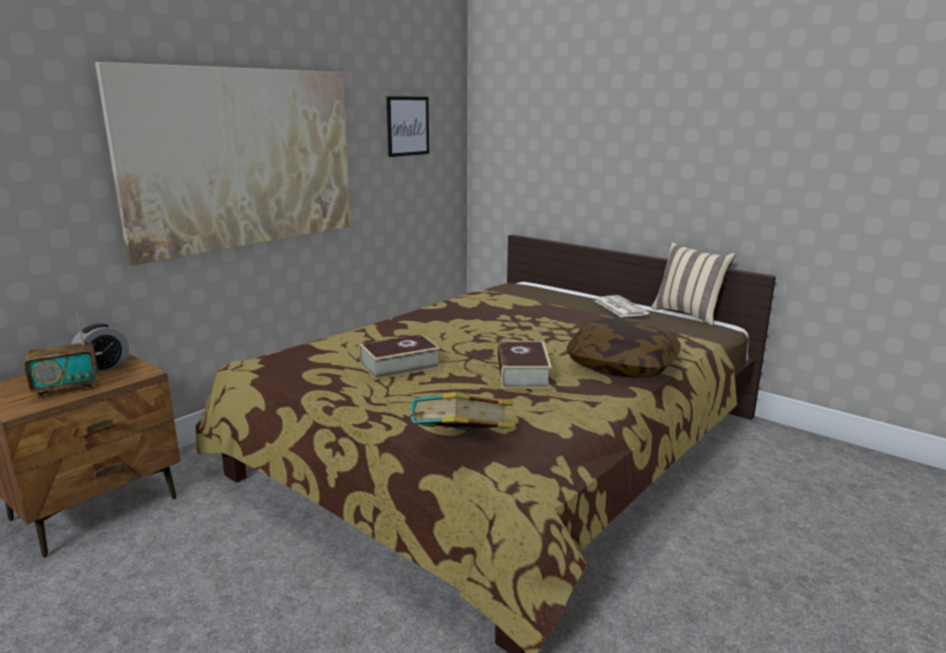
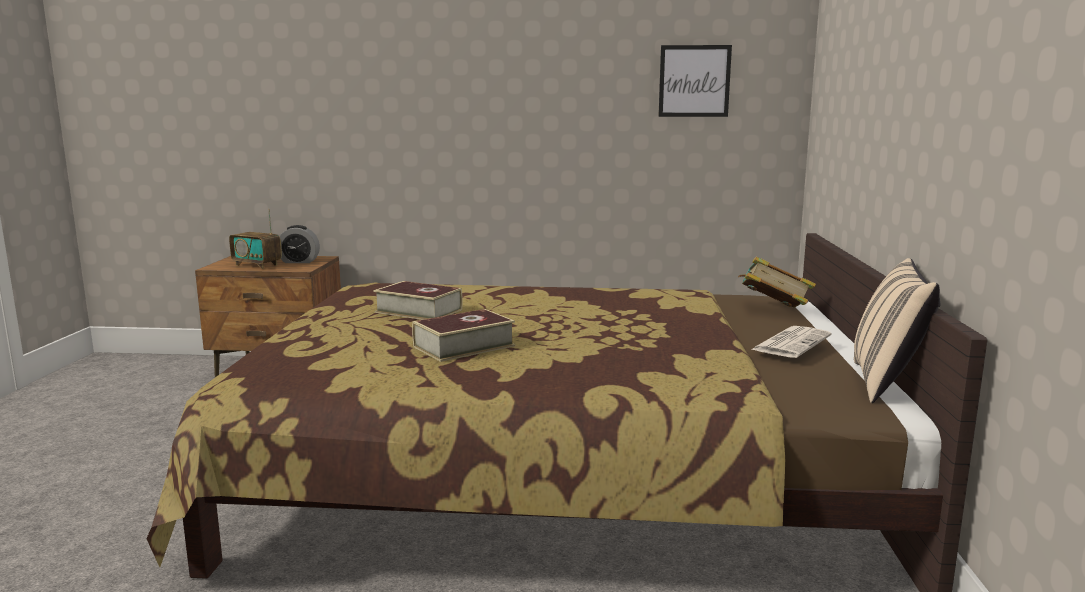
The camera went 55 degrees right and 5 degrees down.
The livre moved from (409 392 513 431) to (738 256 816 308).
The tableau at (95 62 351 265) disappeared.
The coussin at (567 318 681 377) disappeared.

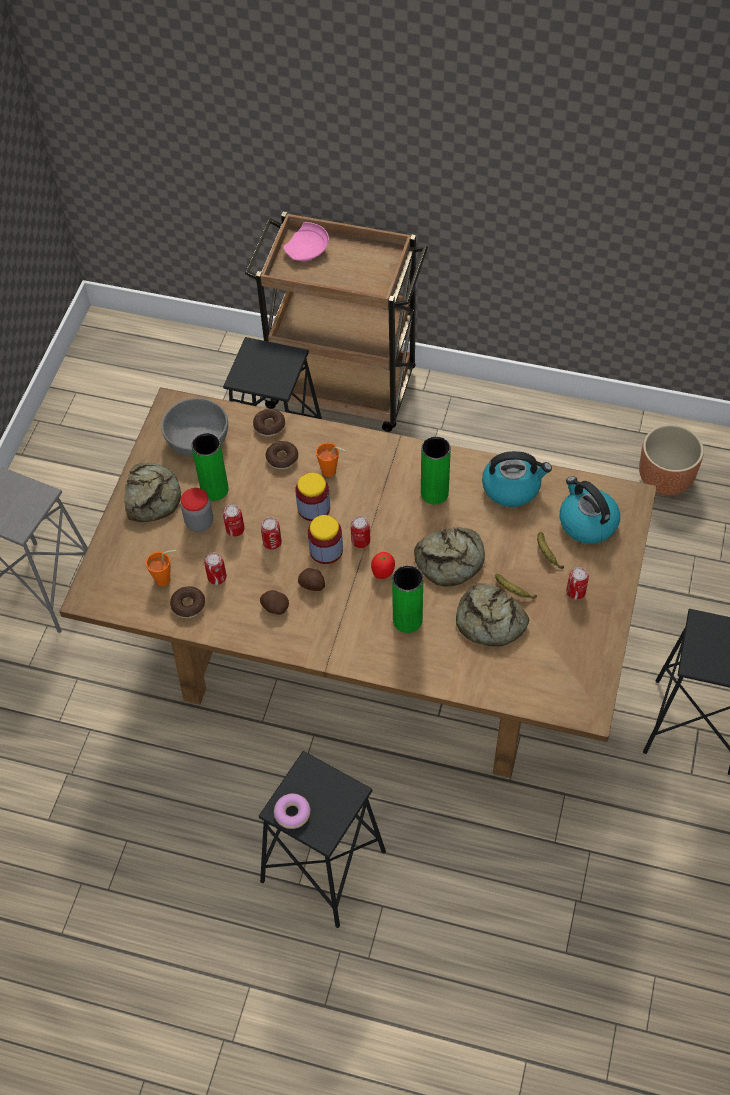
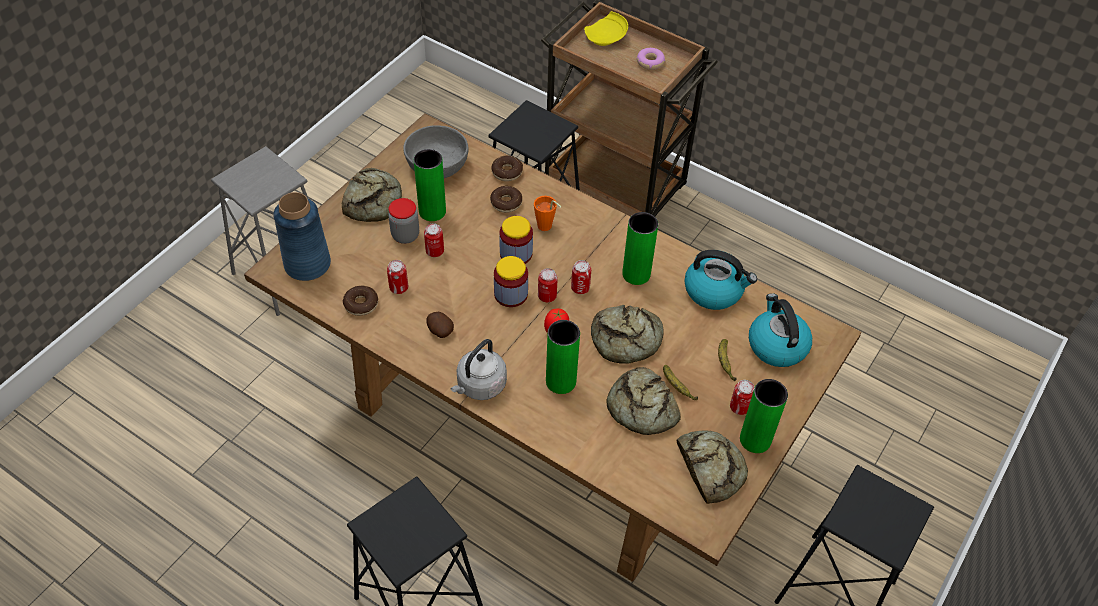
The camera went 15 degrees right and 5 degrees down.
The vase [bleu] at (273 192 331 281) appeared.
The bouilloire [gris] at (451 339 507 400) appeared.
The boîte métallique moved from (261 517 282 550) to (571 260 591 294).
The assiette [rose] at (283 222 329 261) became the assiette [jaune] at (584 11 628 46).
The beignet moved from (274 793 311 829) to (636 48 665 70).
The pain at (676 430 748 504) appeared.
The vase [vert] at (740 379 788 453) appeared.
The tasse [orange] at (146 550 176 586) disappeared.
The pomme de terre at (298 568 325 591) disappeared.
The cache-pot [marron] at (639 424 704 495) disappeared.

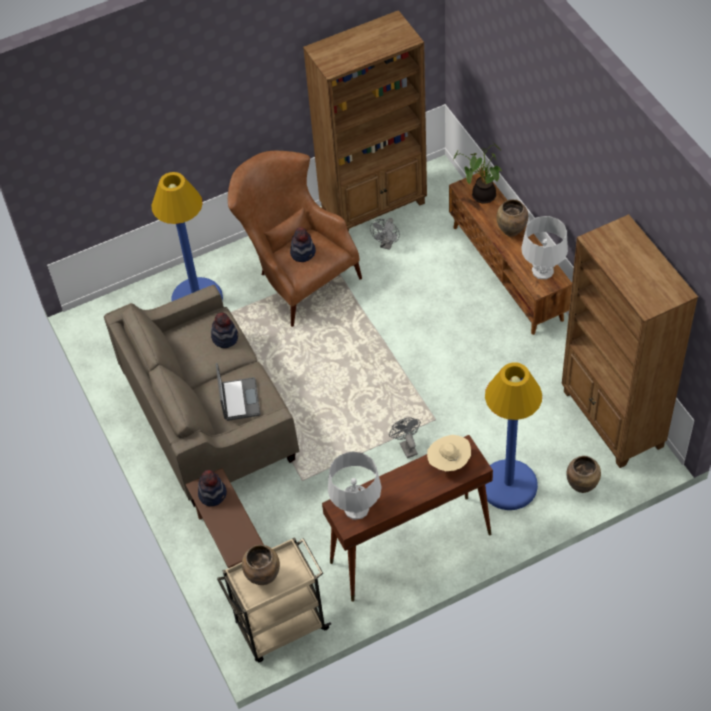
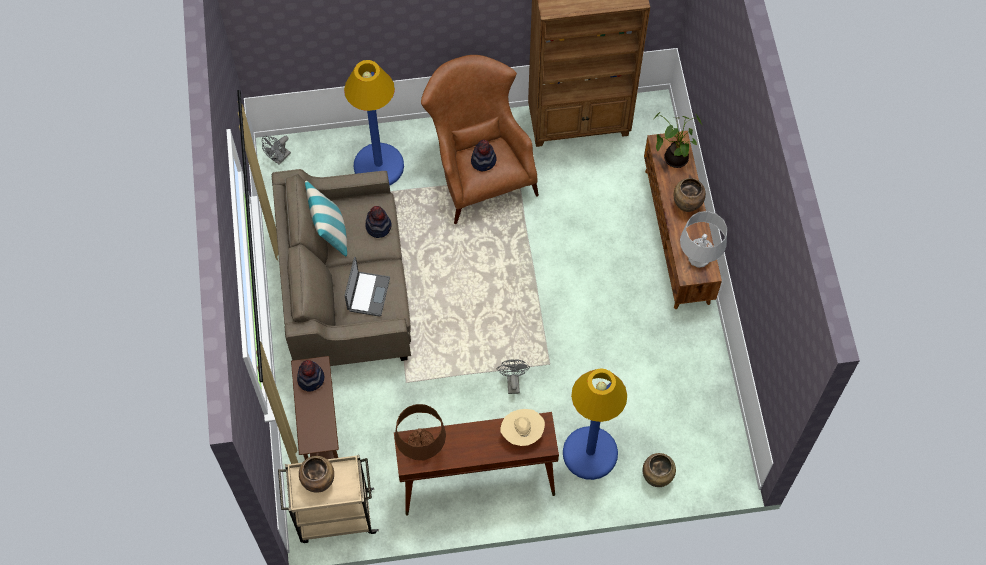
The camera went 15 degrees right and 10 degrees up.
The ventilateur [gris] moved from (370 218 400 250) to (262 136 291 165).
The coussin at (305 181 347 256) appeared.
The lampe de table [gris] at (328 451 382 520) became the lampe de table [marron] at (395 404 446 461).
The bibliothèque [marron] at (562 214 698 468) disappeared.

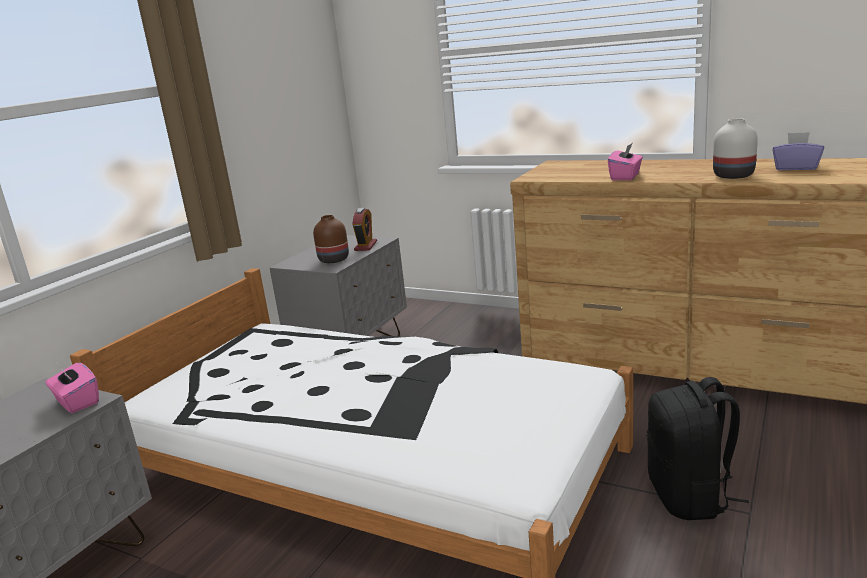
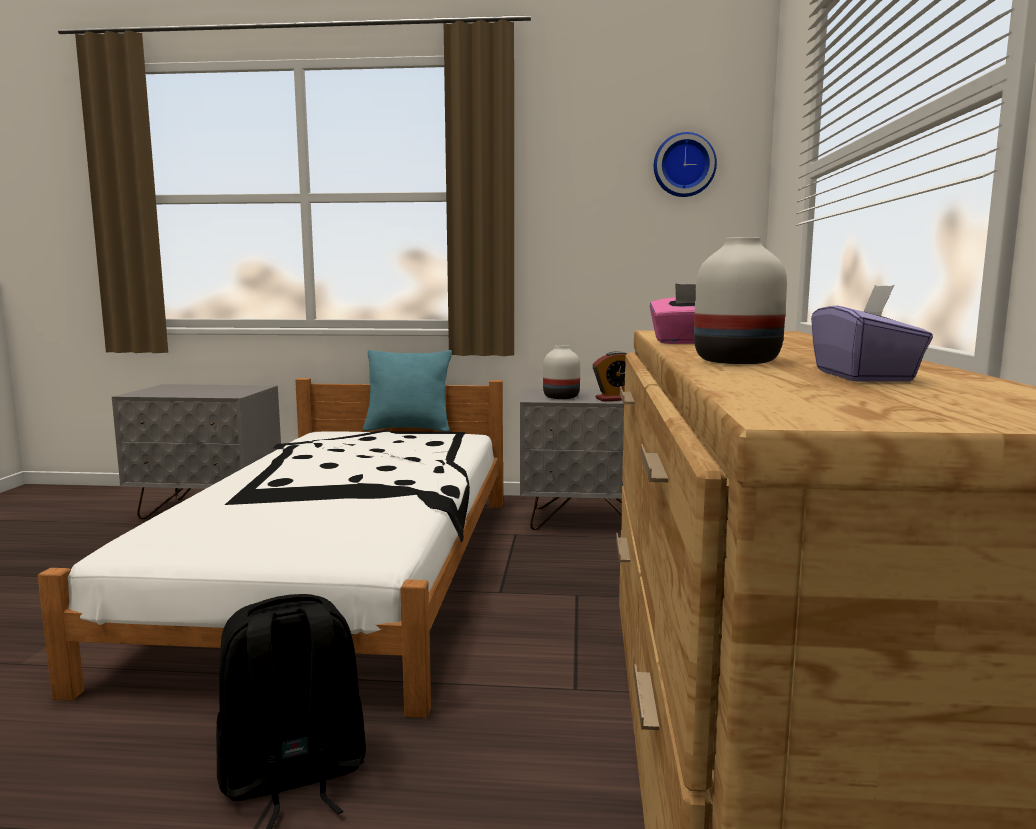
The camera went 65 degrees right and 10 degrees down.
The coussin [turquoise] at (363 350 452 432) appeared.
The vase [marron] at (313 215 349 263) became the vase [blanc] at (543 345 580 399).
The horloge murale at (654 132 717 197) appeared.
The boîte à mouchoirs [rose] at (46 362 99 413) disappeared.

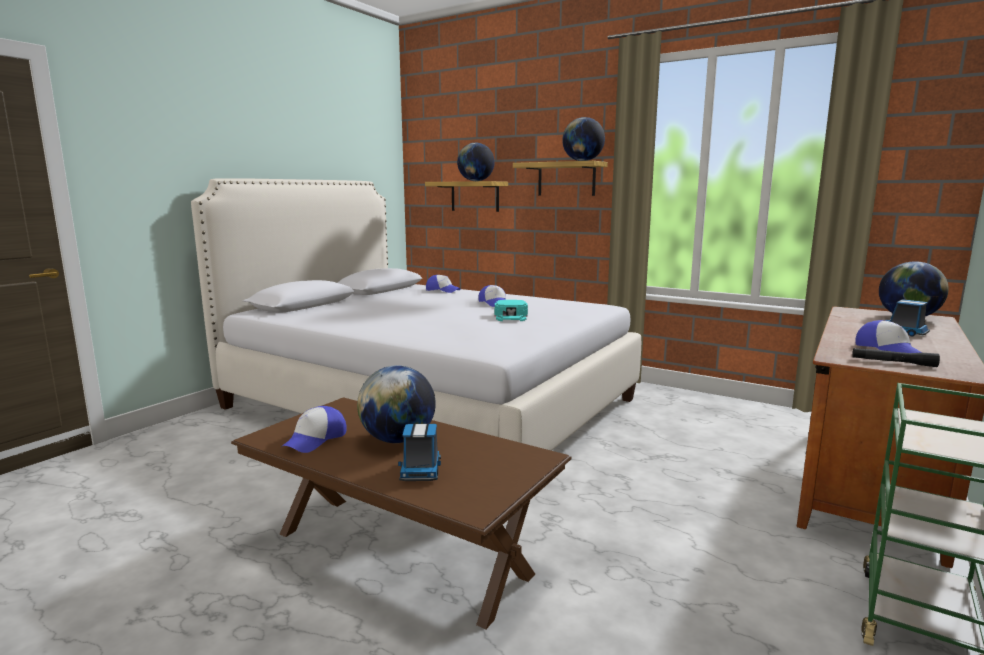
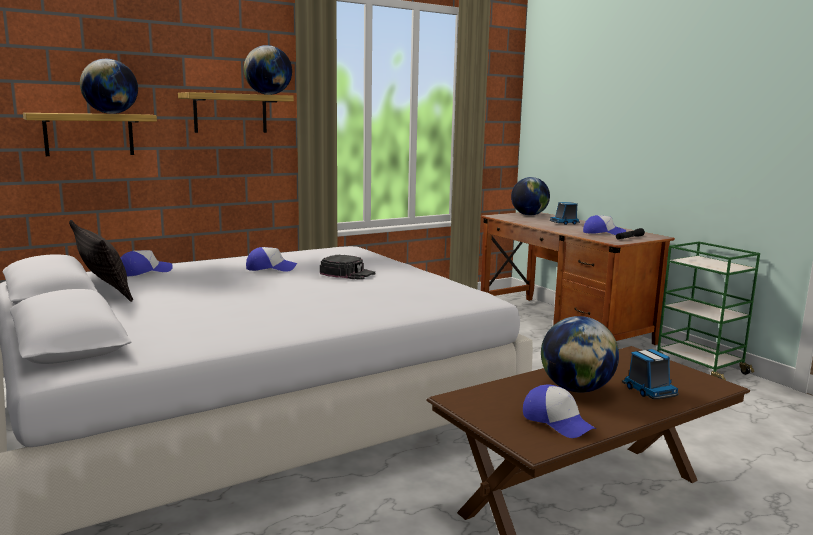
The camera went 65 degrees left and 0 degrees up.
The coussin at (69 220 133 302) appeared.
The casquette [turquoise] at (495 300 528 321) became the casquette [noir] at (320 255 376 280).
The camion jouet at (398 424 441 481) turned 45 degrees clockwise.

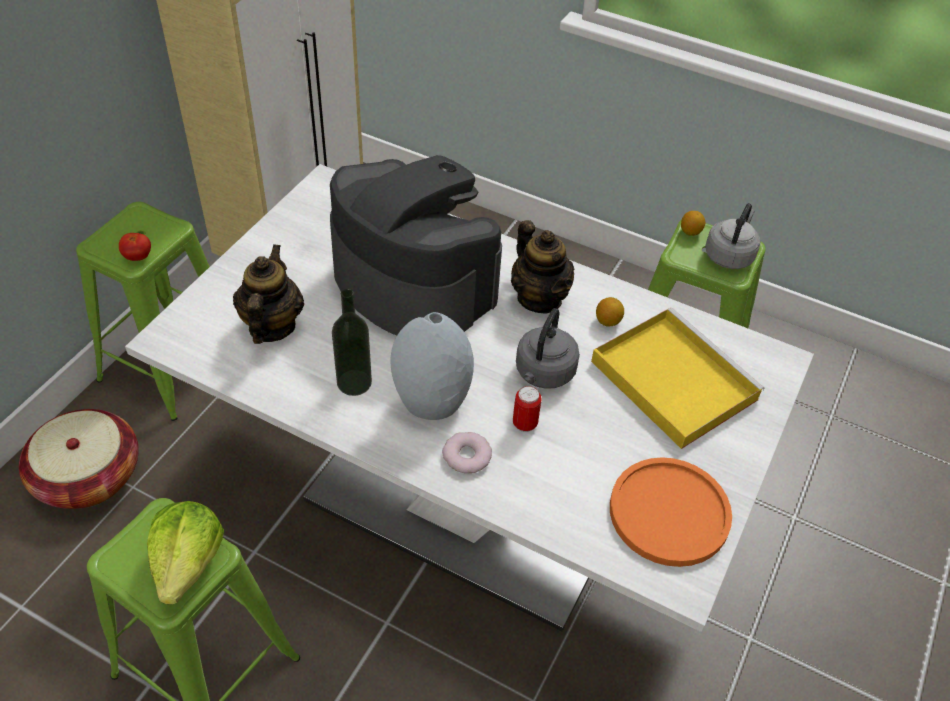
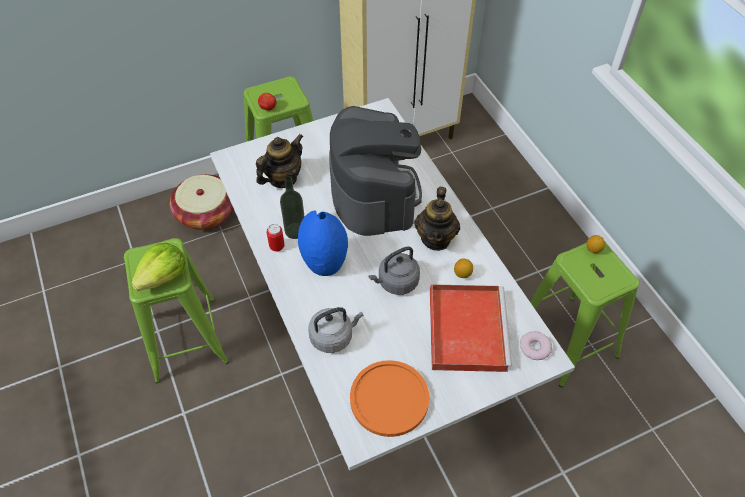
The camera went 40 degrees right and 5 degrees up.
The boîte métallique moved from (513 386 541 432) to (267 224 285 252).
The vase [gris] at (391 312 474 420) became the vase [bleu] at (298 211 348 276).
The bouilloire [gris] moved from (705 203 760 269) to (308 307 364 353).
The plateau [jaune] at (591 308 764 449) became the plateau [rouge] at (430 284 512 372).
The beignet moved from (442 432 492 473) to (520 331 552 360).

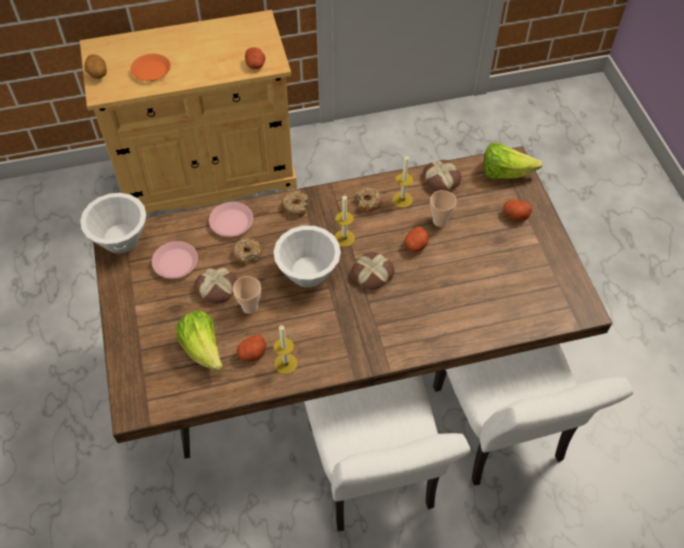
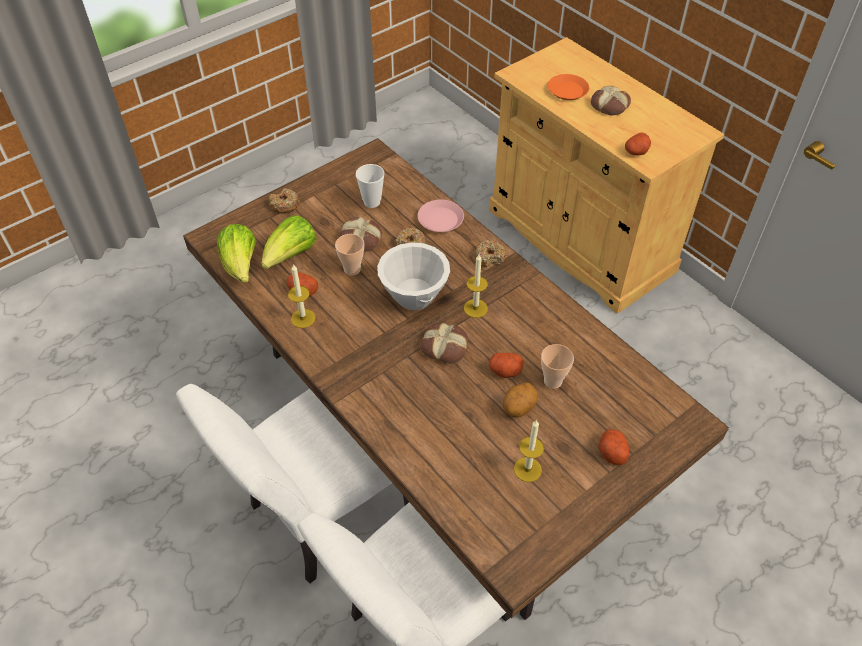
The camera went 65 degrees right and 5 degrees down.
The laitue moved from (484 142 543 179) to (217 224 256 283).
The beignet moved from (355 188 382 212) to (269 188 299 214).
The assiette [rose] at (152 241 198 279) was replaced by the tasse at (356 164 385 208).
The pomme de terre moved from (84 54 107 79) to (503 383 538 418).
The bougie moved from (392 155 413 208) to (514 420 544 482).
The pain moved from (423 160 462 192) to (591 86 631 116).
The bol [blanc] at (80 193 146 254) disappeared.

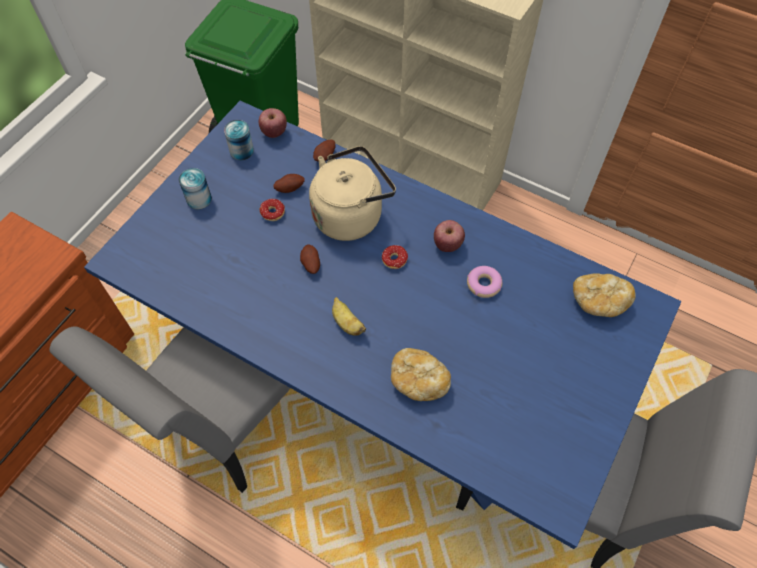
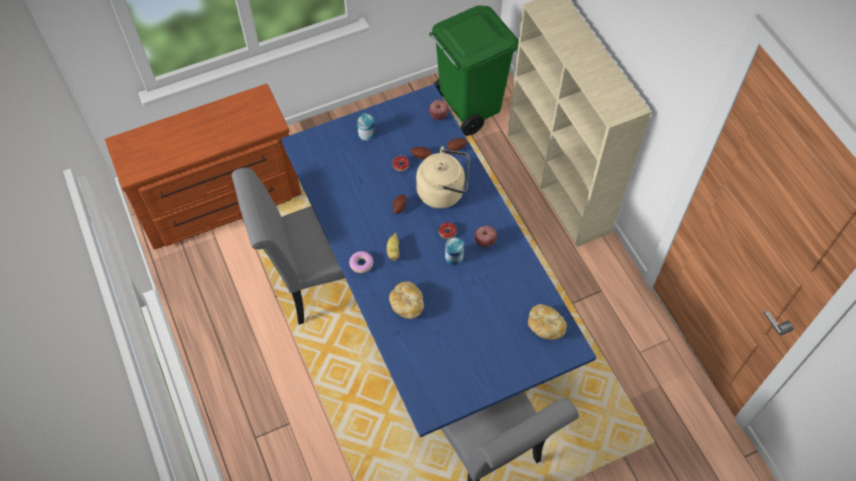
The camera went 35 degrees right and 0 degrees up.
The beignet moved from (467 266 502 298) to (349 251 373 273).
The boîte métallique moved from (224 120 254 160) to (445 237 464 265).

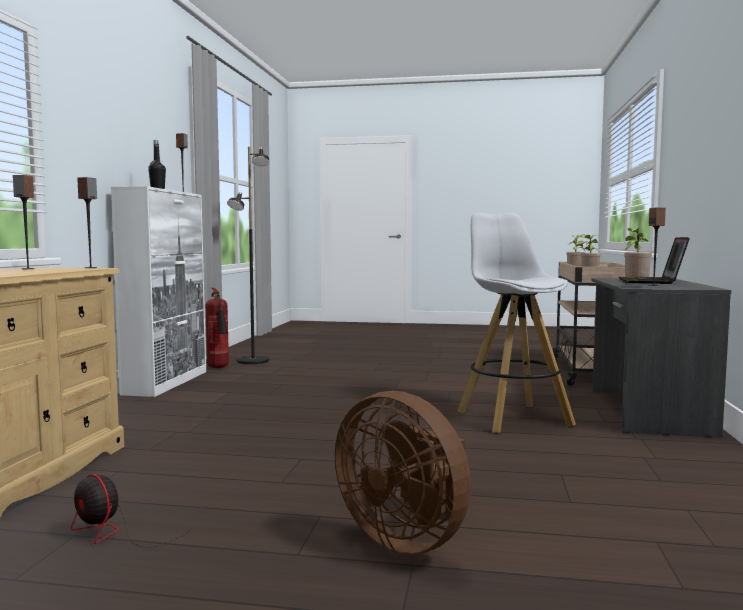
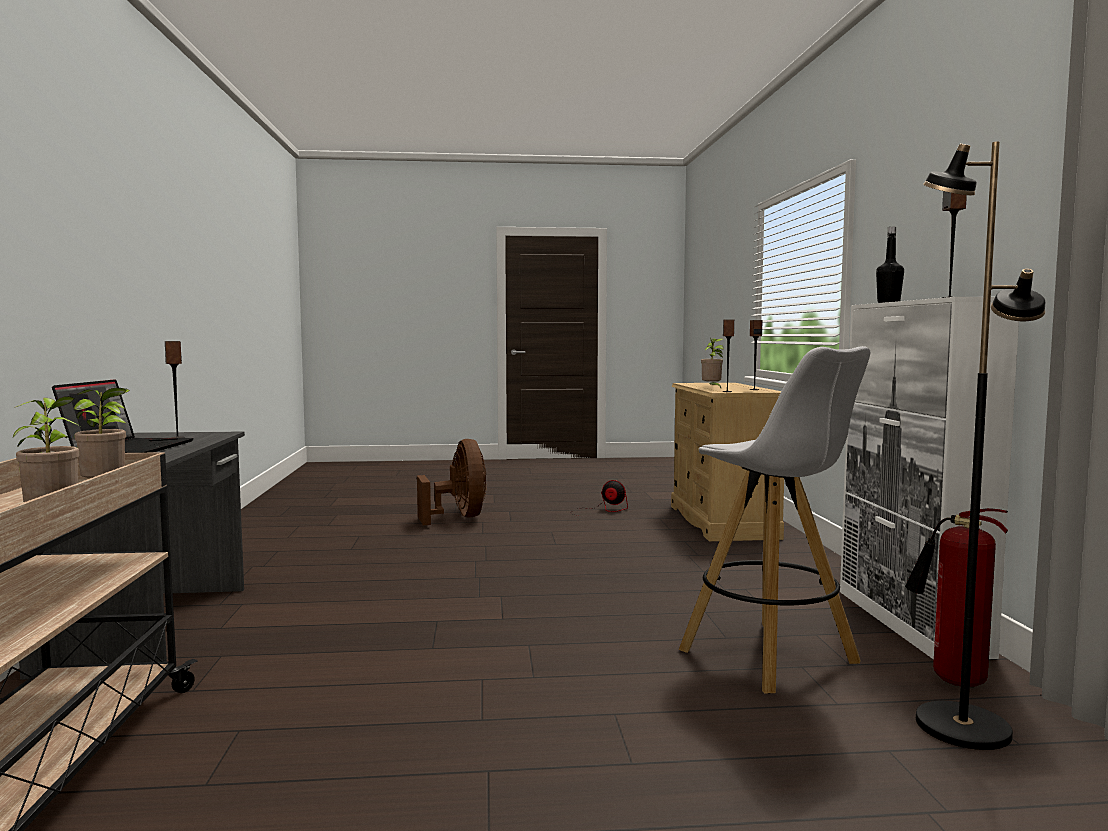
The camera went 165 degrees right and 0 degrees up.
The ventilateur [marron] at (335 391 471 555) turned 45 degrees clockwise.
The tabouret [blanc] moved from (457 212 576 433) to (679 346 871 694).
The plante en pot moved from (624 228 652 284) to (701 338 724 388).

